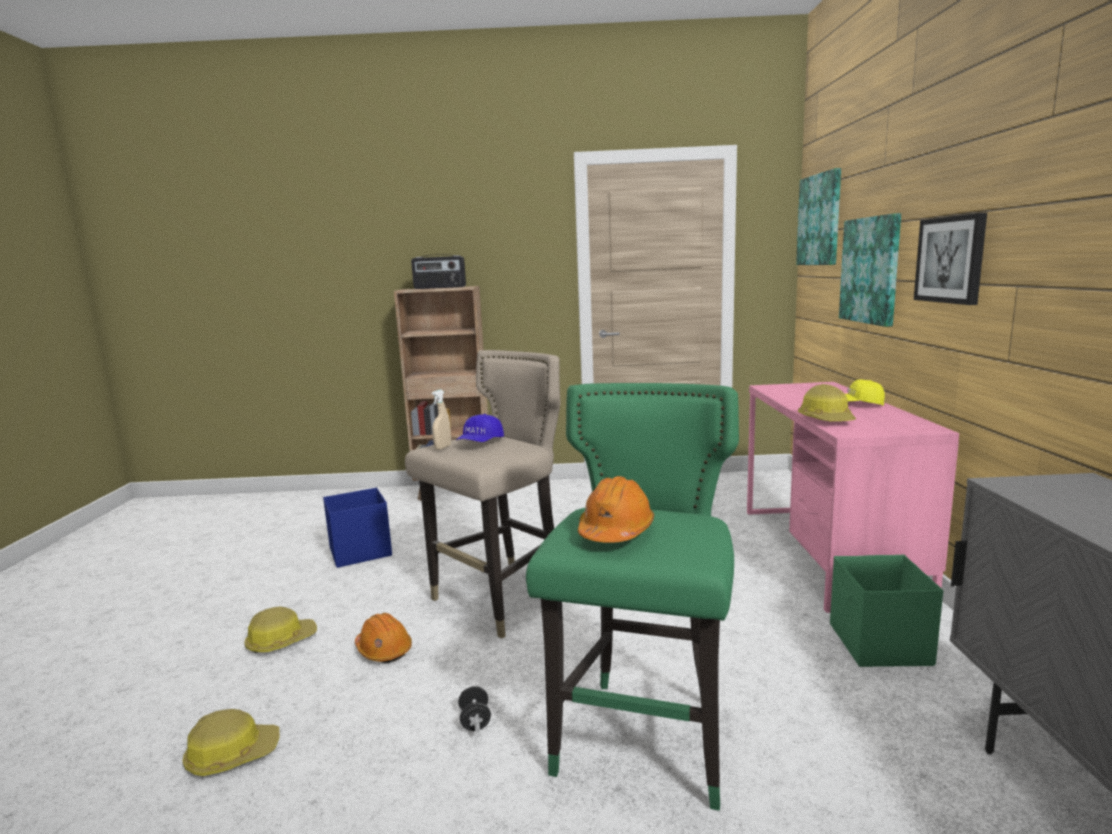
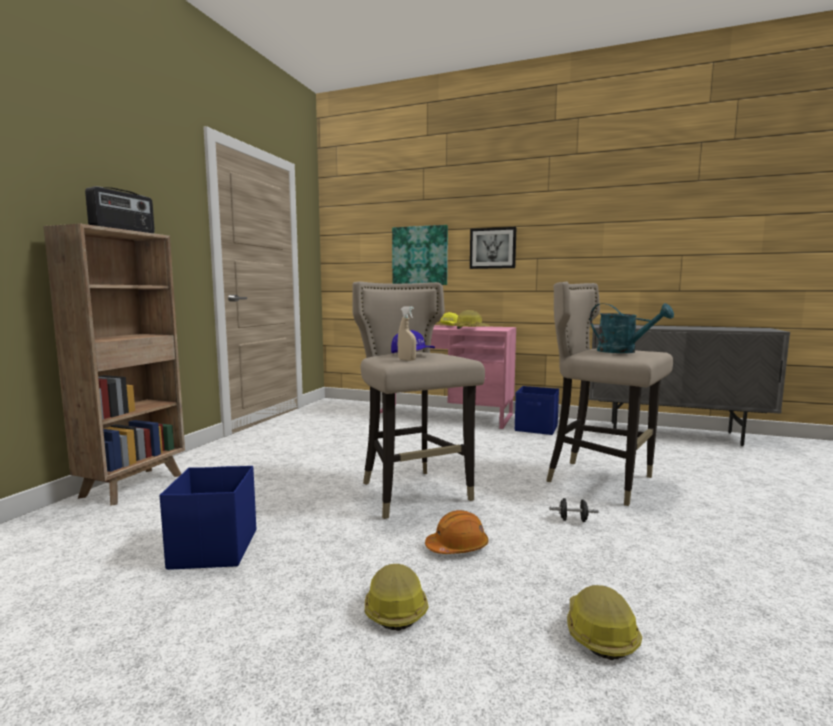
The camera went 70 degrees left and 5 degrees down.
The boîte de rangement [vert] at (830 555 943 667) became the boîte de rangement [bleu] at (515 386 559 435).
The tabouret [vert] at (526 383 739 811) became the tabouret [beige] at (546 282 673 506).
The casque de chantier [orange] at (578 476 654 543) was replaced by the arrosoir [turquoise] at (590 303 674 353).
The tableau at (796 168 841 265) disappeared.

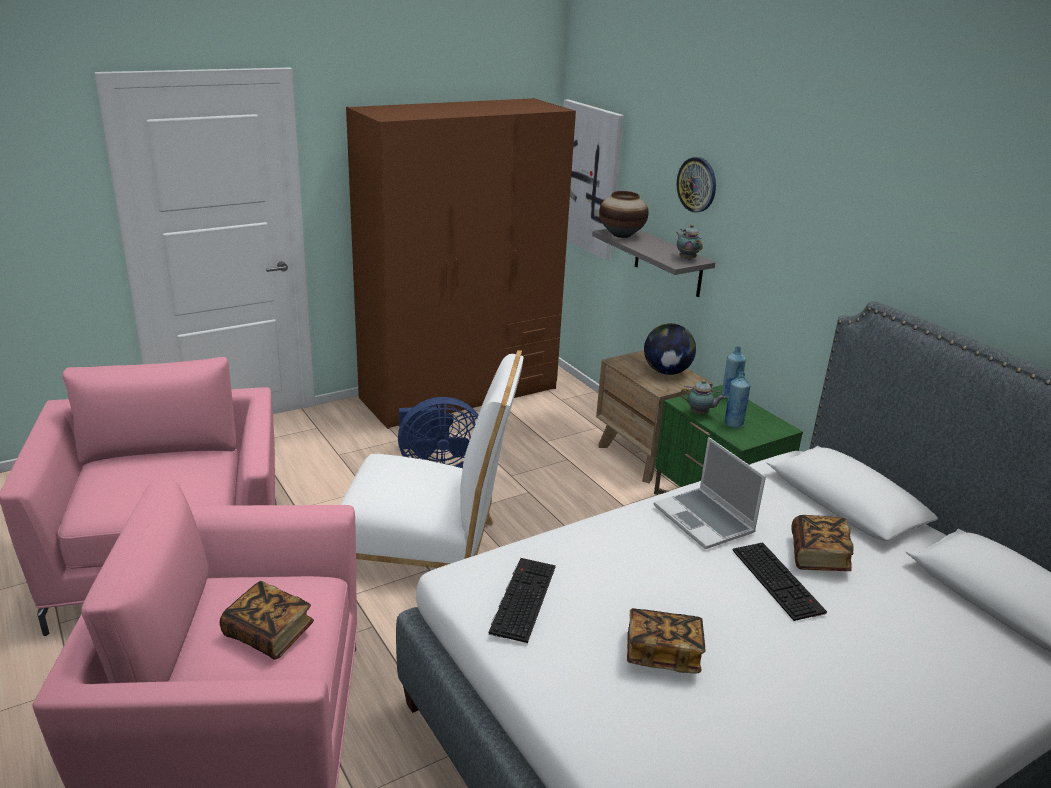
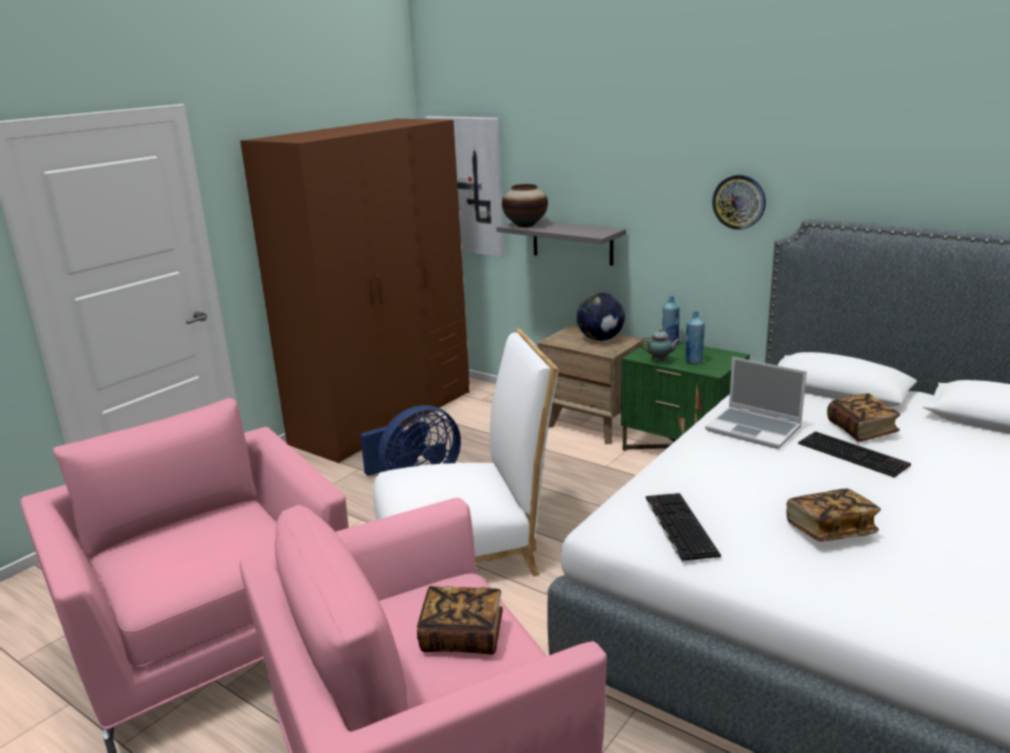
The camera went 20 degrees left and 5 degrees down.
The horloge murale moved from (676 157 716 212) to (712 175 766 230).
The théière at (676 224 703 260) disappeared.

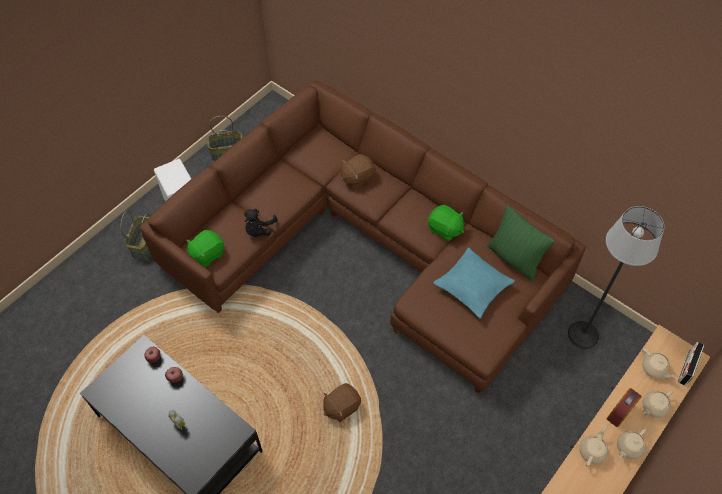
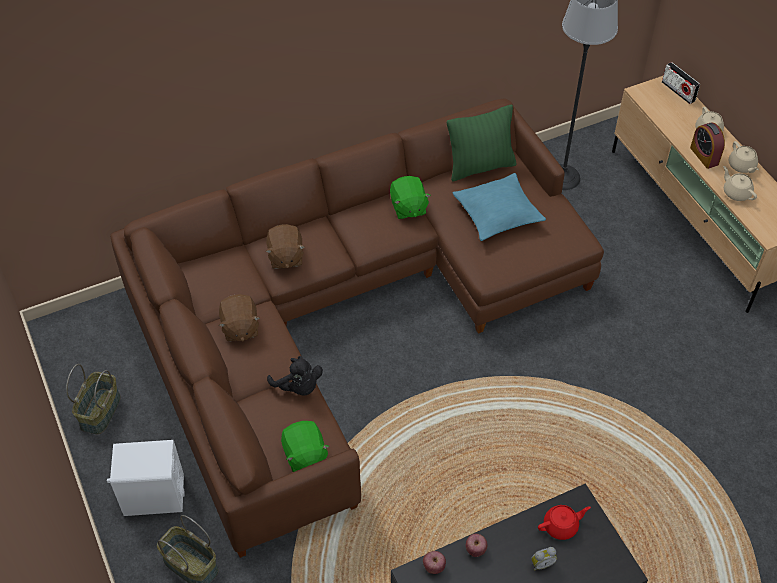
The camera went 65 degrees left and 5 degrees down.
The peluche [marron] moved from (323 383 361 422) to (219 294 260 342).
The peluche [vert] at (428 205 464 241) turned 105 degrees clockwise.
The théière [rouge] at (538 505 591 540) appeared.
The théière [beige] at (642 348 677 379) disappeared.

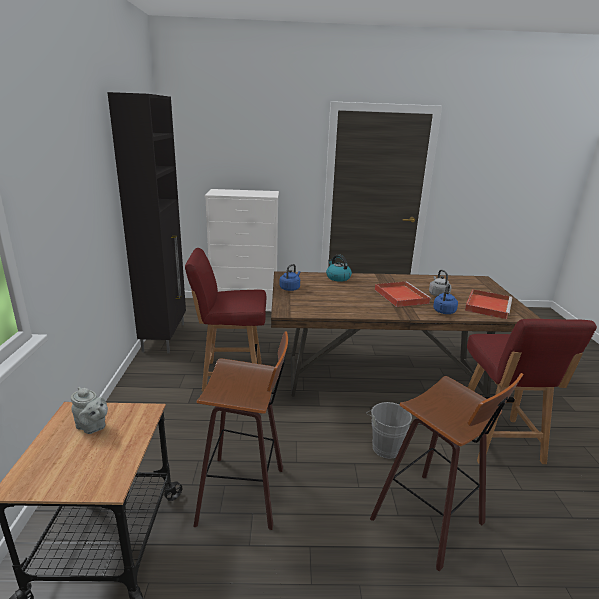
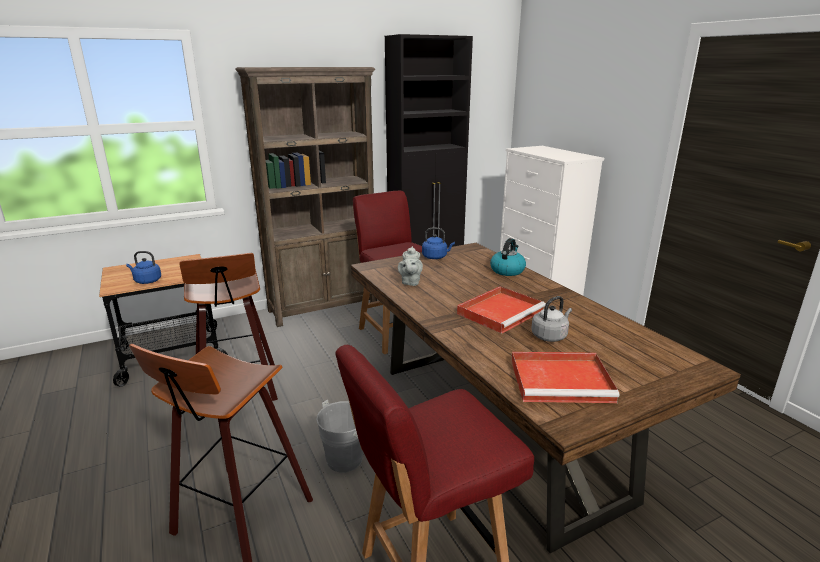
The camera went 65 degrees right and 0 degrees up.
The bouilloire [bleu] moved from (433 284 458 314) to (126 251 161 284).
The bibliothèque [marron] at (235 67 377 327) appeared.
The théière [gris] moved from (71 387 108 434) to (398 246 423 286).

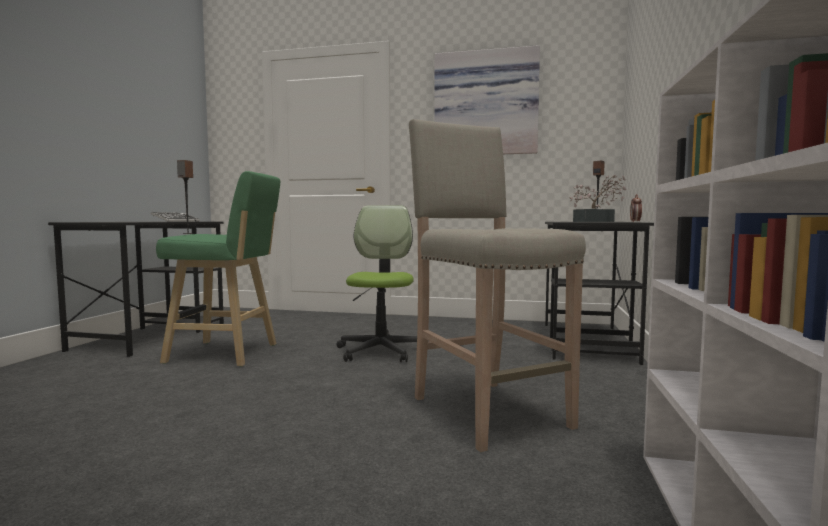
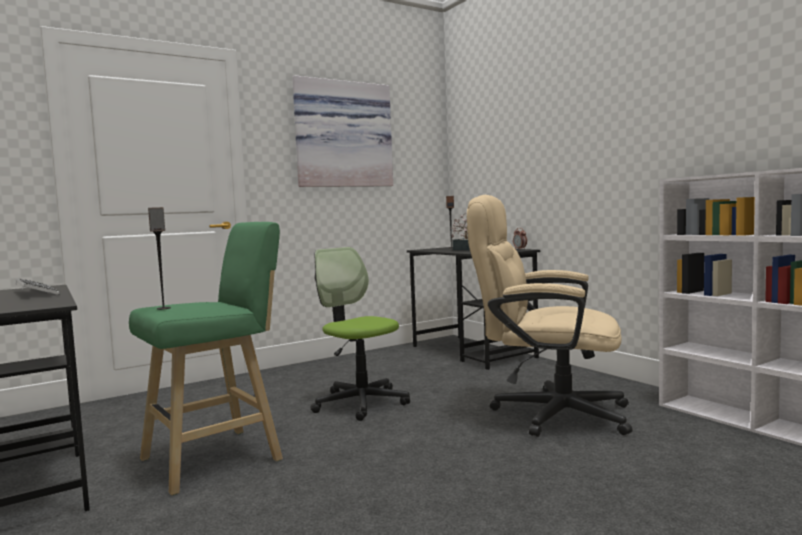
The camera went 45 degrees left and 0 degrees up.
The tabouret [beige] at (409 119 586 452) was replaced by the chaise de bureau [beige] at (467 195 632 437).

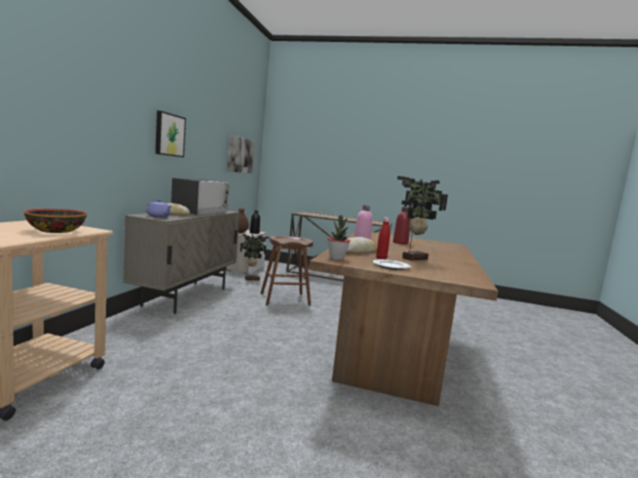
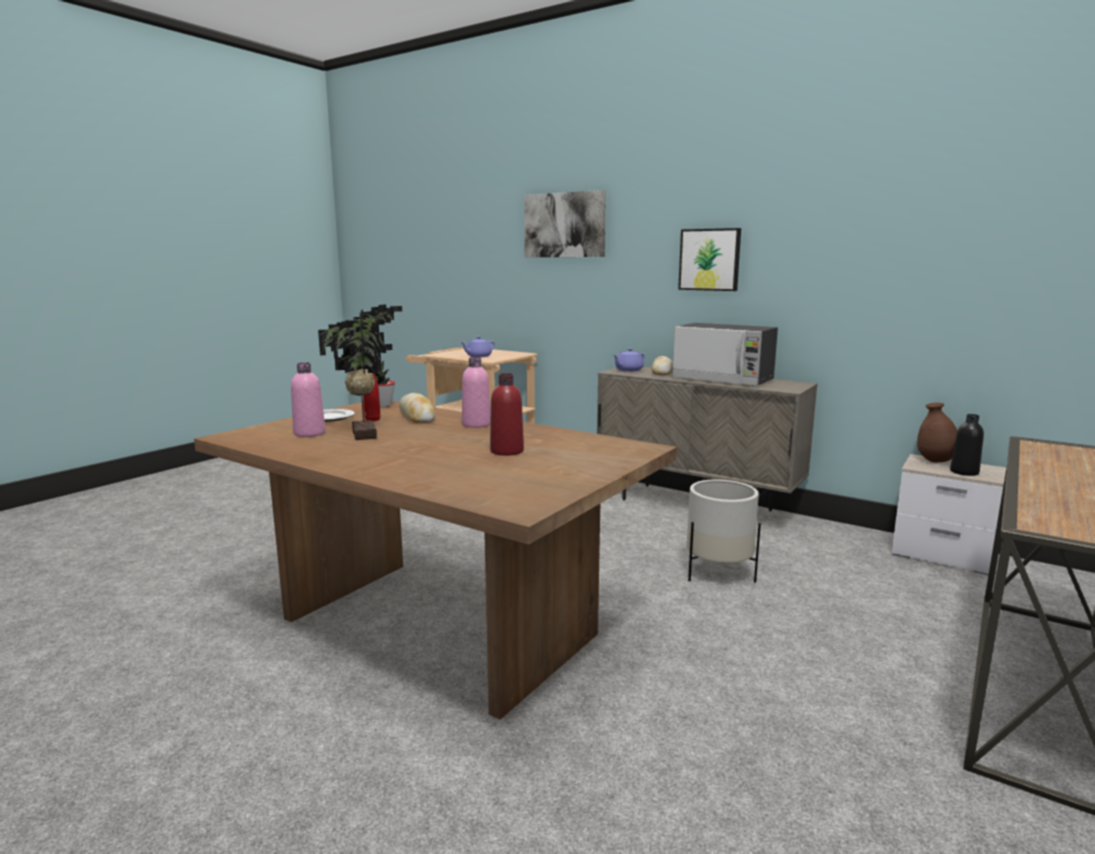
The camera went 110 degrees right and 5 degrees up.
The bouteille [rose] at (291 363 325 437) appeared.
The bol at (24 209 87 233) was replaced by the théière [violet] at (460 336 495 357).
The tableau moved from (227 135 255 173) to (524 190 606 257).
The tabouret [marron] at (260 236 313 305) was replaced by the cache-pot [blanc] at (687 479 761 583).
The plante en pot at (240 234 269 280) disappeared.

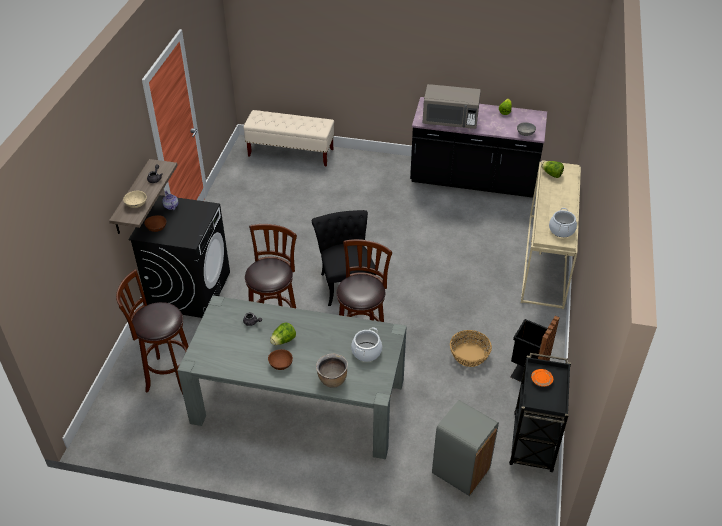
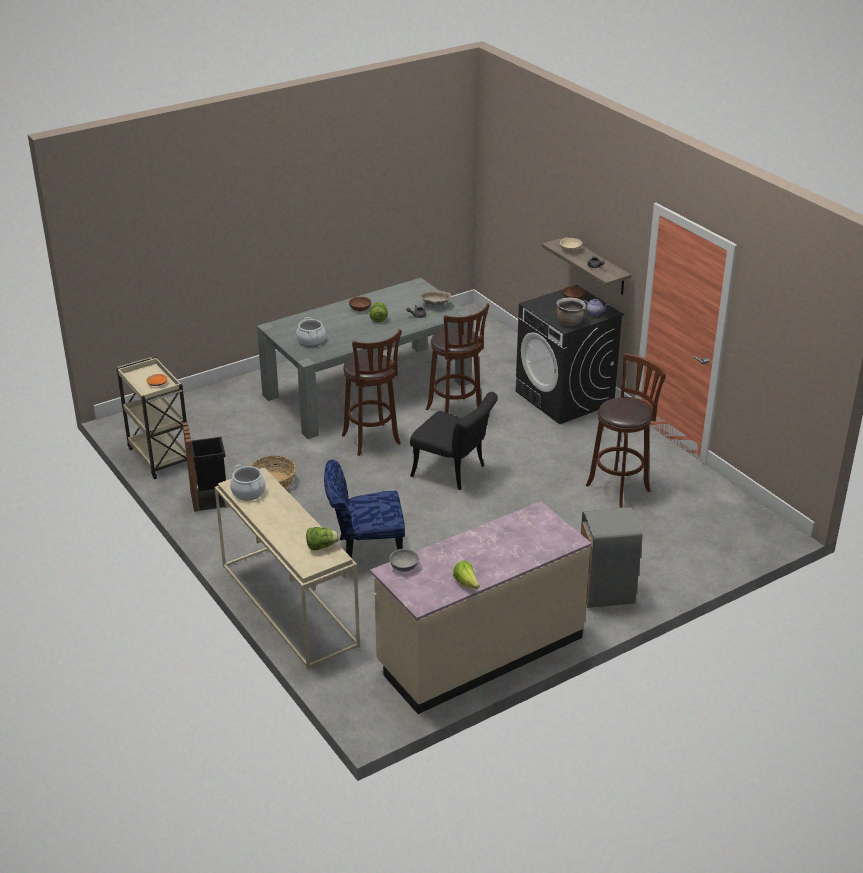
The camera went 135 degrees right and 10 degrees down.
The chariot [noir] at (509 353 571 472) became the chariot [beige] at (117 357 187 479).
The chaise [bleu] at (324 460 405 558) appeared.
The comptoir de cuisine [noir] at (410 97 547 198) became the comptoir de cuisine [beige] at (370 501 592 714).
The bol [beige] at (419 290 452 309) appeared.
The marmite [marron] moved from (316 353 348 388) to (557 297 586 326).
The poubelle [gris] moved from (432 400 499 496) to (581 507 642 608).
The tabouret [marron] moved from (116 269 189 394) to (586 353 666 507).
The banc [beige] at (243 110 334 167) disappeared.
The micro-ondes [gris] at (423 84 481 129) disappeared.

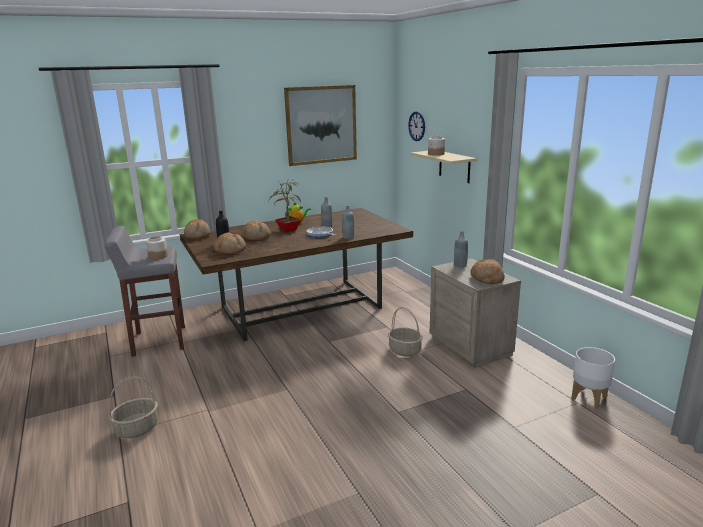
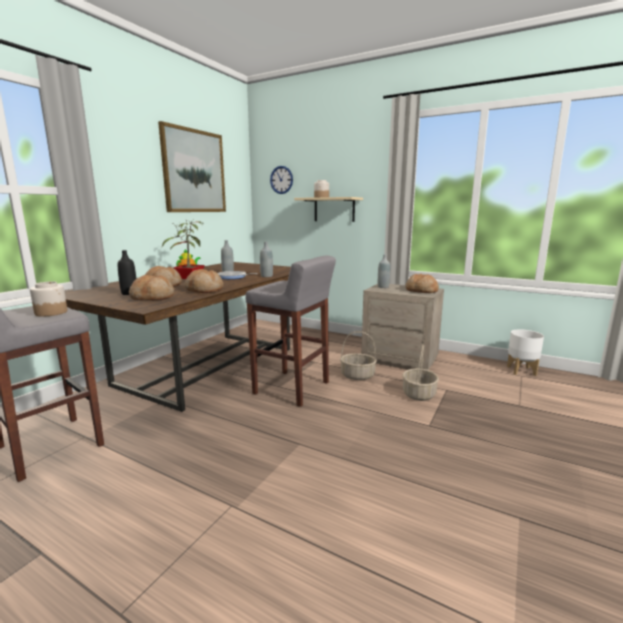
The camera went 35 degrees left and 5 degrees down.
The pain moved from (184 219 211 239) to (184 269 224 293).
The tabouret [gris] at (245 255 336 407) appeared.
The panier moved from (109 376 158 438) to (402 345 439 401).

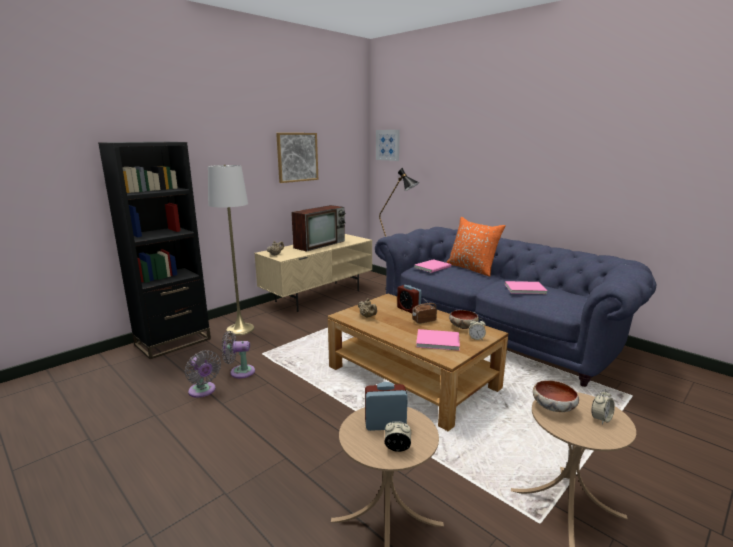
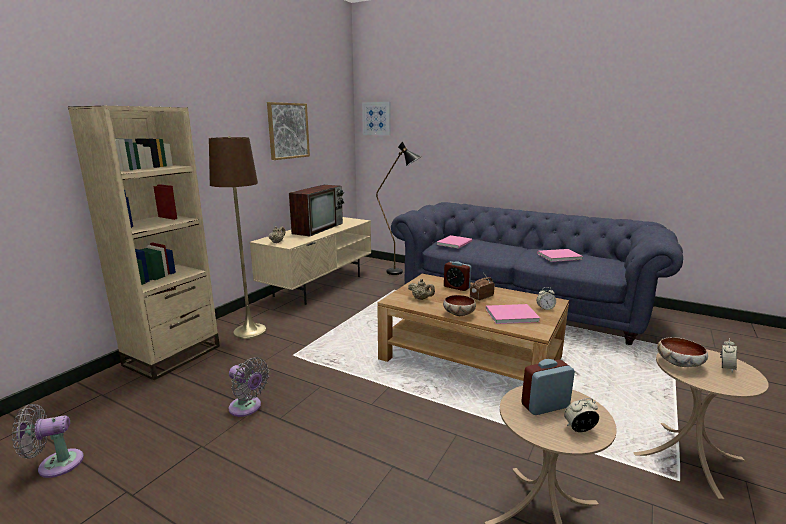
The camera went 15 degrees left and 0 degrees up.
The ventilateur [gris] moved from (222 331 255 378) to (12 404 84 478).
The bibliothèque [noir] at (98 142 211 359) became the bibliothèque [beige] at (68 106 220 380).
The lampadaire [blanc] at (208 165 254 335) became the lampadaire [marron] at (209 136 267 339).
The bol moved from (449 310 479 329) to (443 295 476 316).
The coussin [orange] at (446 217 506 277) disappeared.

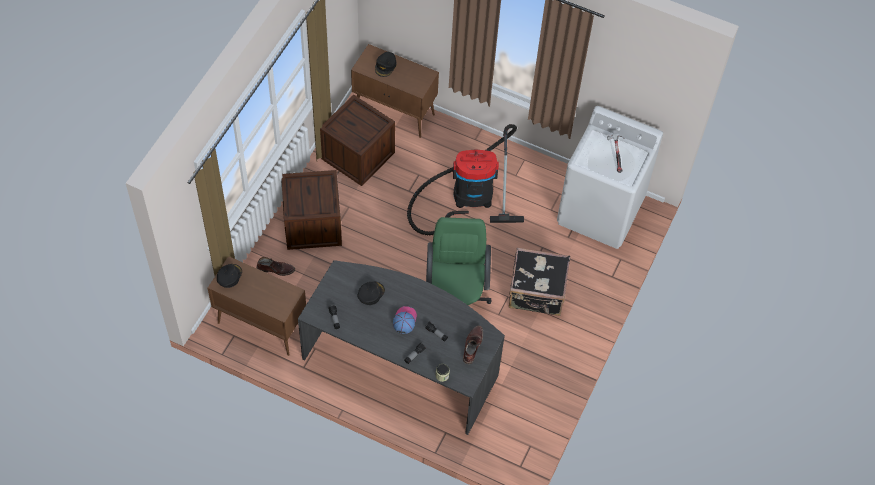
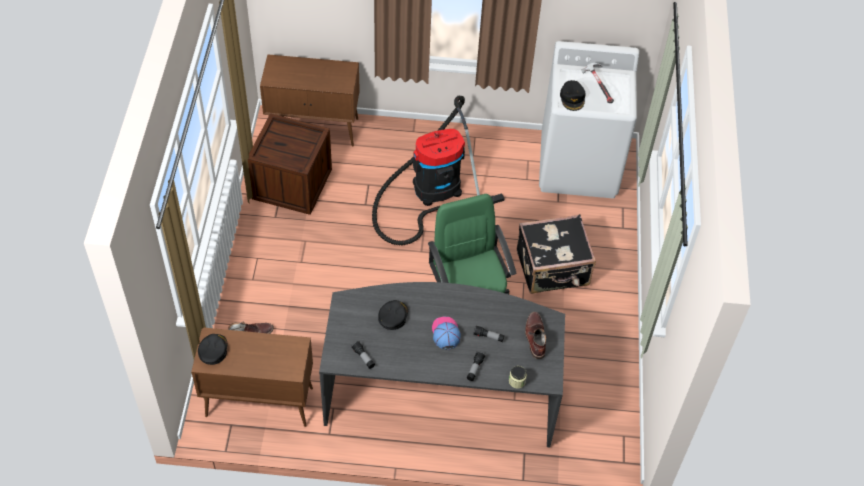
The camera went 20 degrees left and 5 degrees down.
The casquette [noir] moved from (375 52 397 77) to (560 80 585 111).
The caisse at (281 170 342 250) disappeared.

